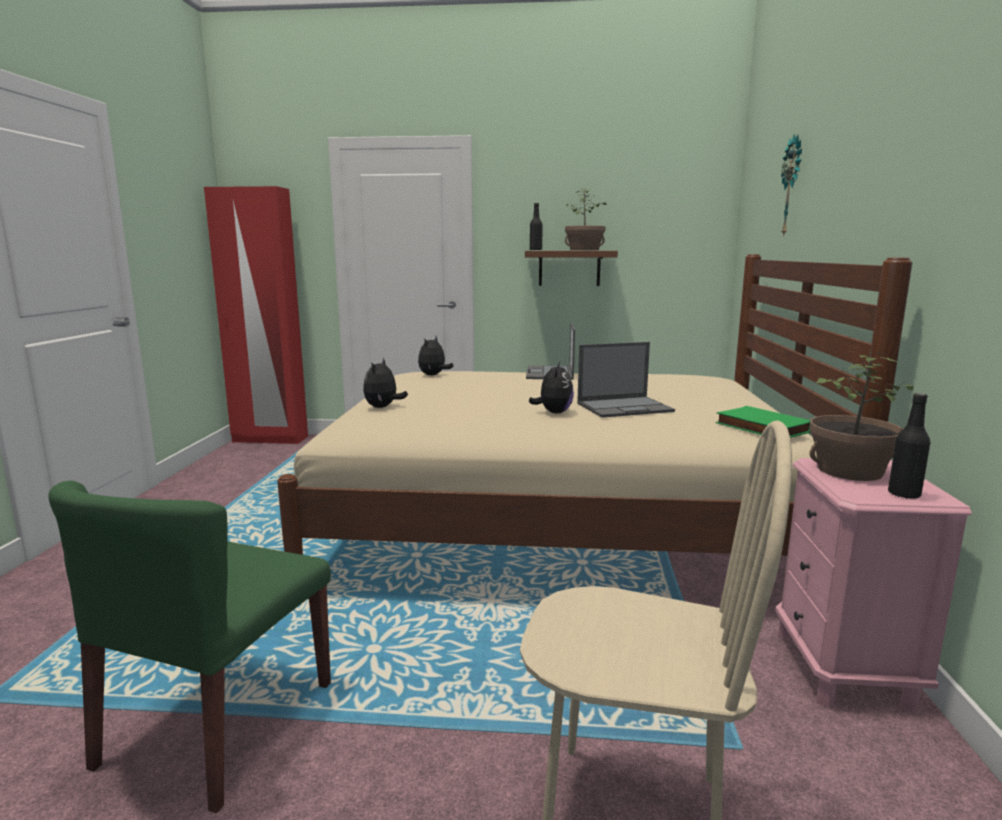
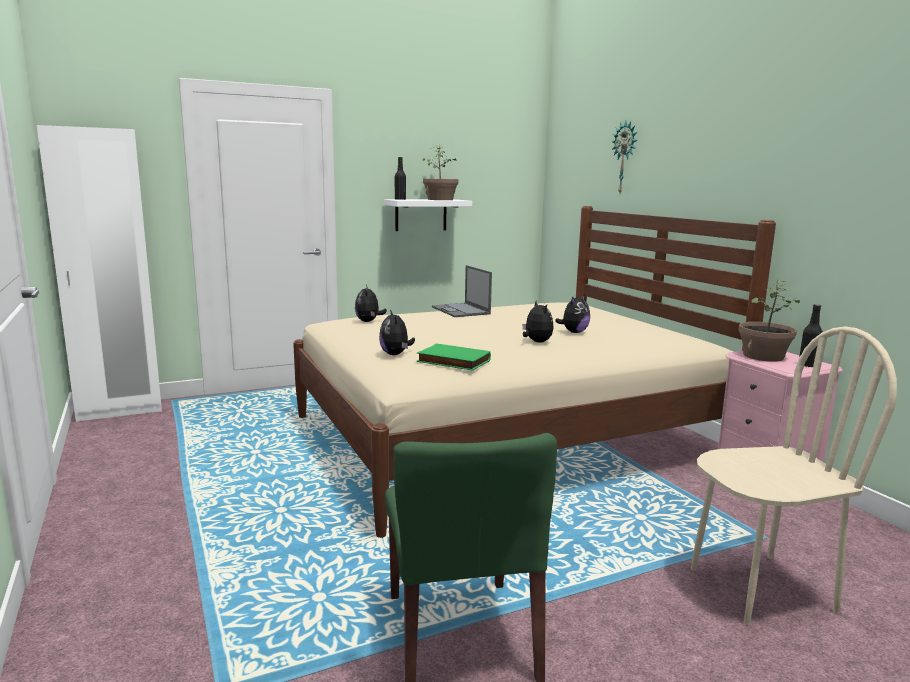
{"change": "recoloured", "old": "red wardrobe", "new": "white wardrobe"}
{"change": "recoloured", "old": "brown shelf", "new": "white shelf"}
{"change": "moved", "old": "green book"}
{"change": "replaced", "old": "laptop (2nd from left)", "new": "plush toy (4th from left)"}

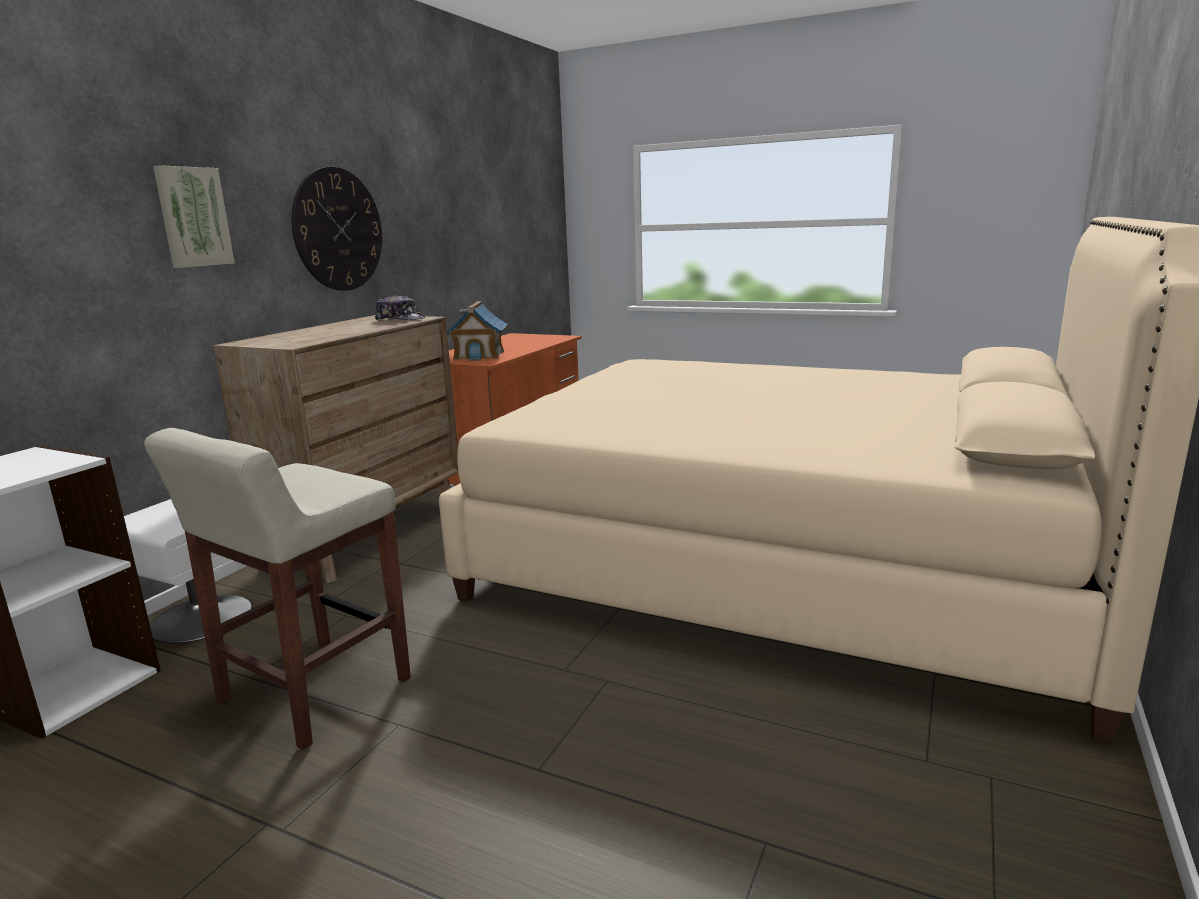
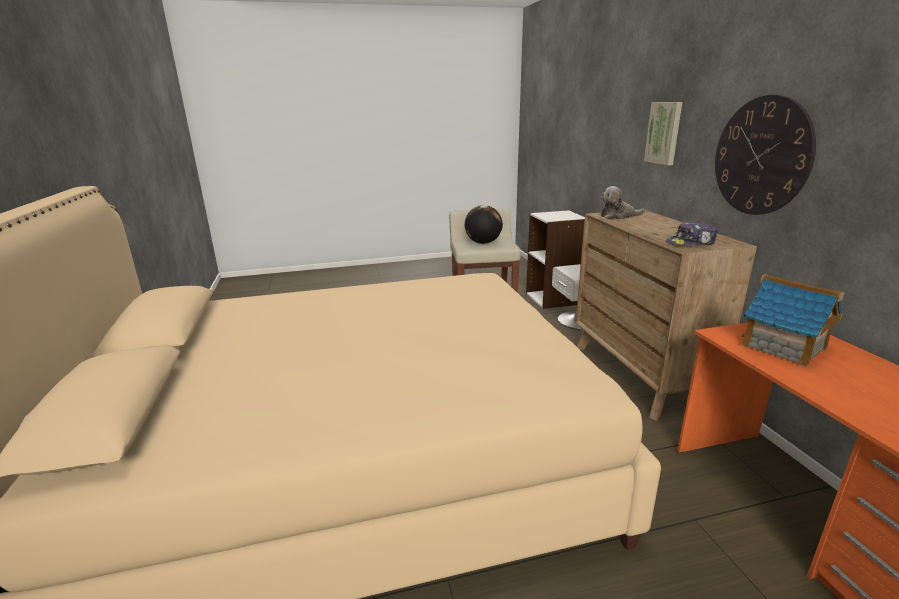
{"change": "added", "new": "globe"}
{"change": "added", "new": "plush toy"}

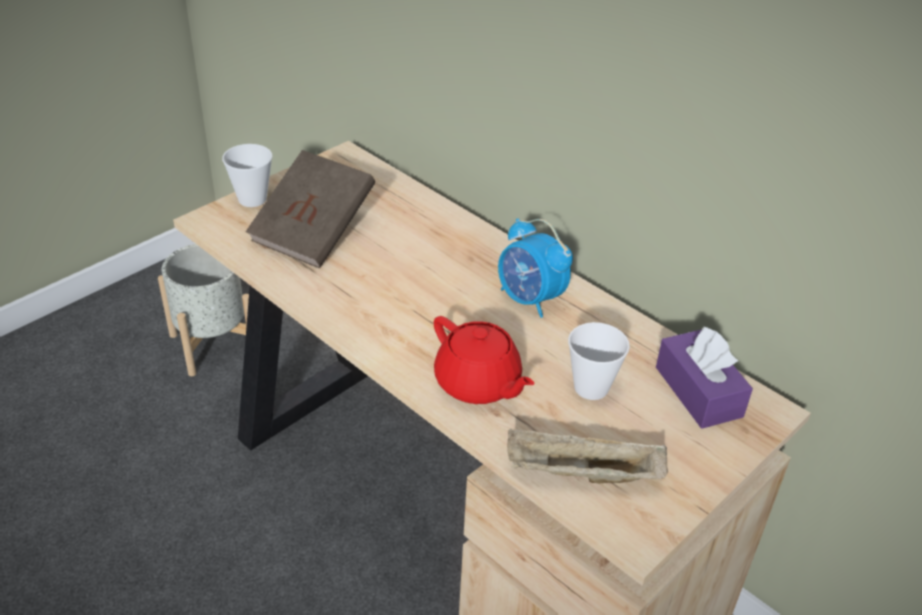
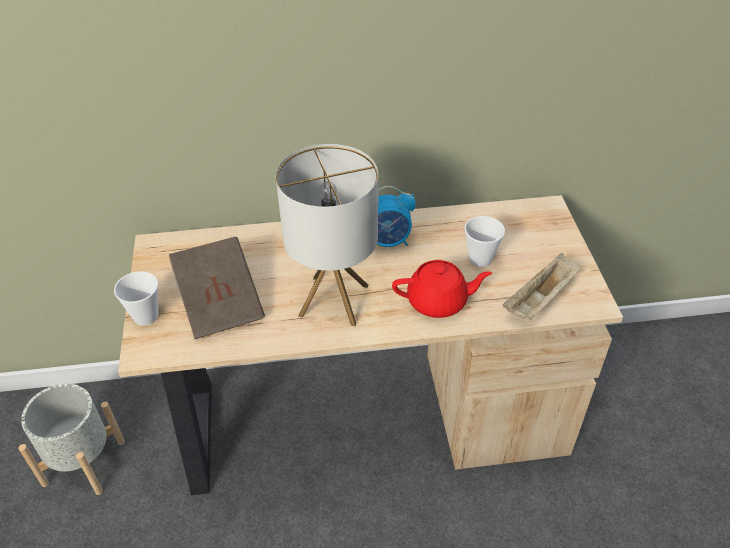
{"change": "added", "new": "table lamp"}
{"change": "removed", "old": "purple tissue box"}

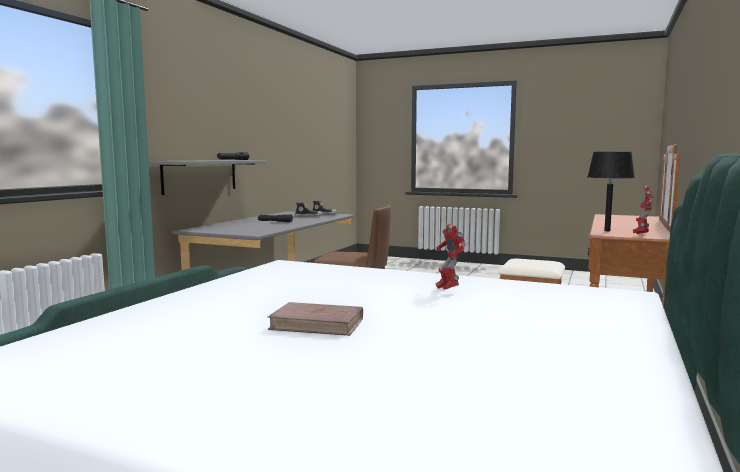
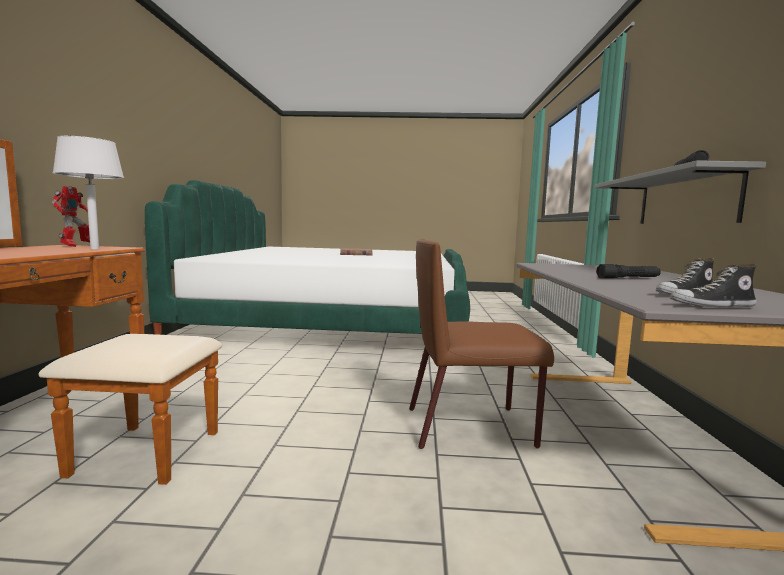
{"change": "recoloured", "old": "black table lamp", "new": "white table lamp"}
{"change": "removed", "old": "toy robot (1st from left)"}

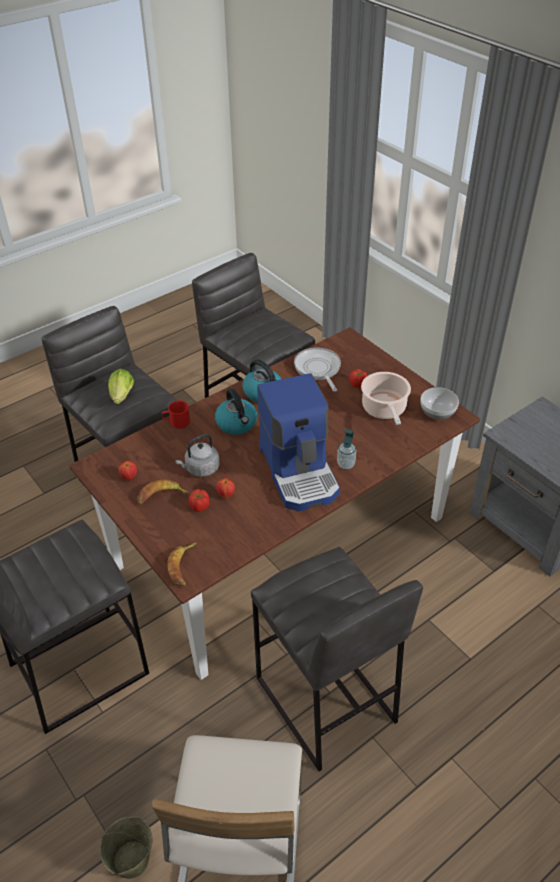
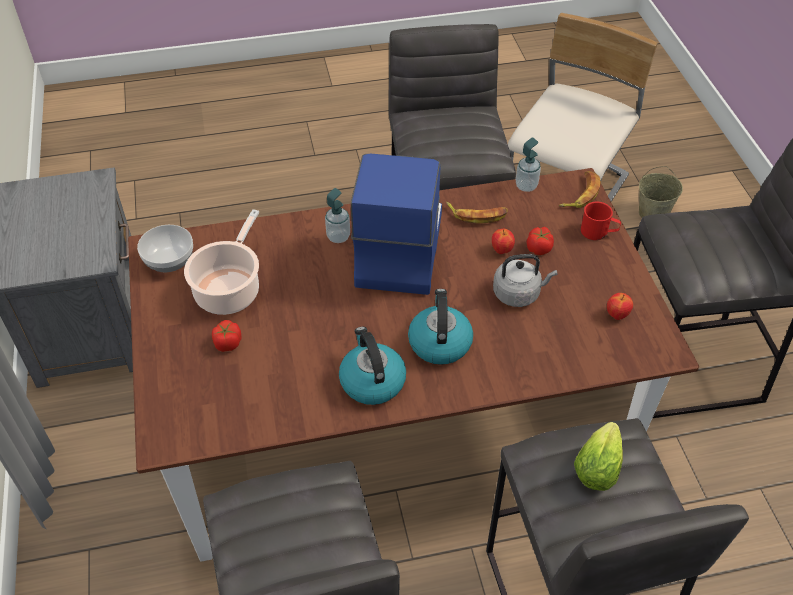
{"change": "moved", "old": "banana (1st from left)"}
{"change": "added", "new": "soap dispenser (2nd from left)"}
{"change": "moved", "old": "red mug"}
{"change": "removed", "old": "frying pan"}

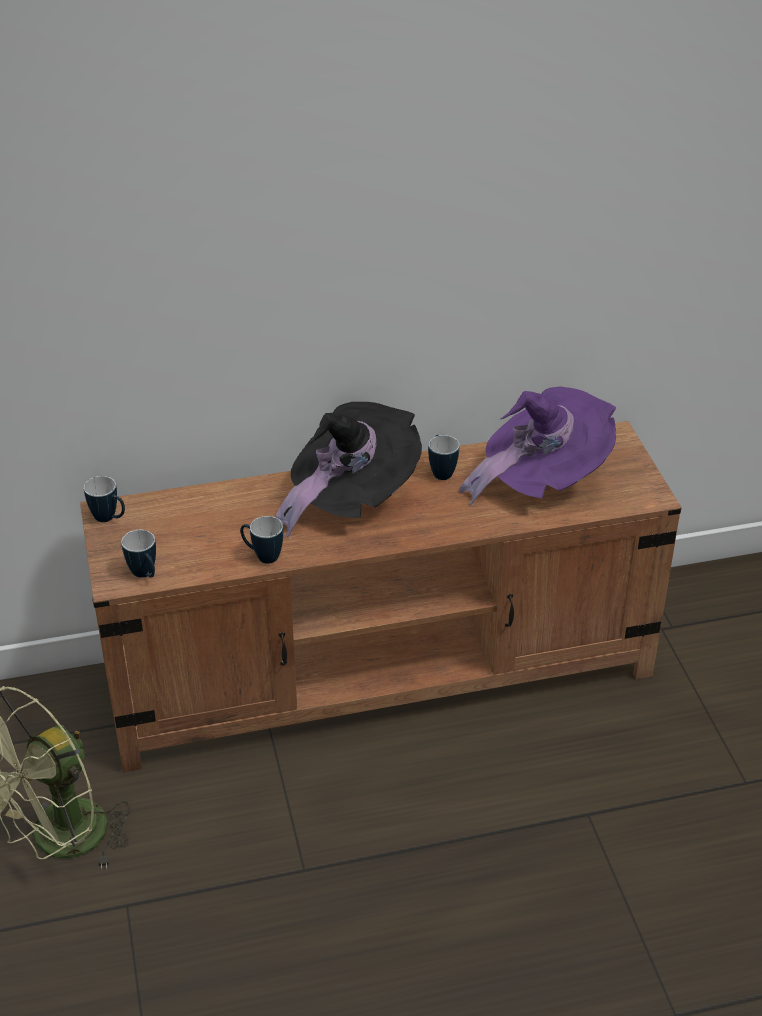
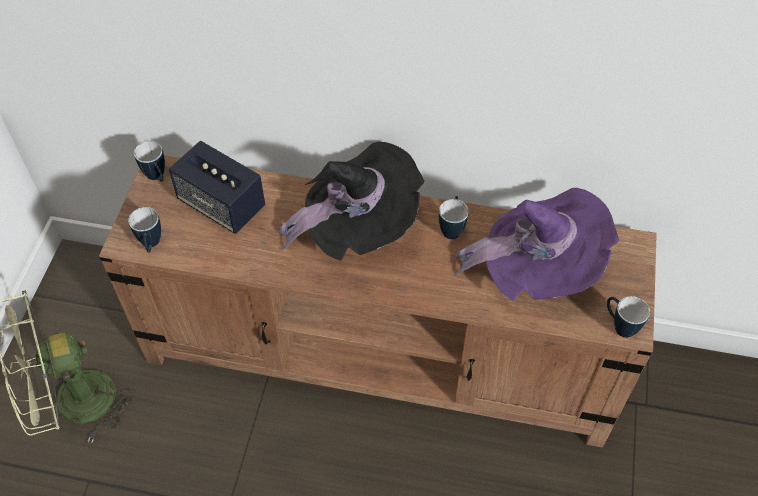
{"change": "added", "new": "speaker"}
{"change": "moved", "old": "mug (3rd from left in the first image)", "new": "mug (4th from left)"}

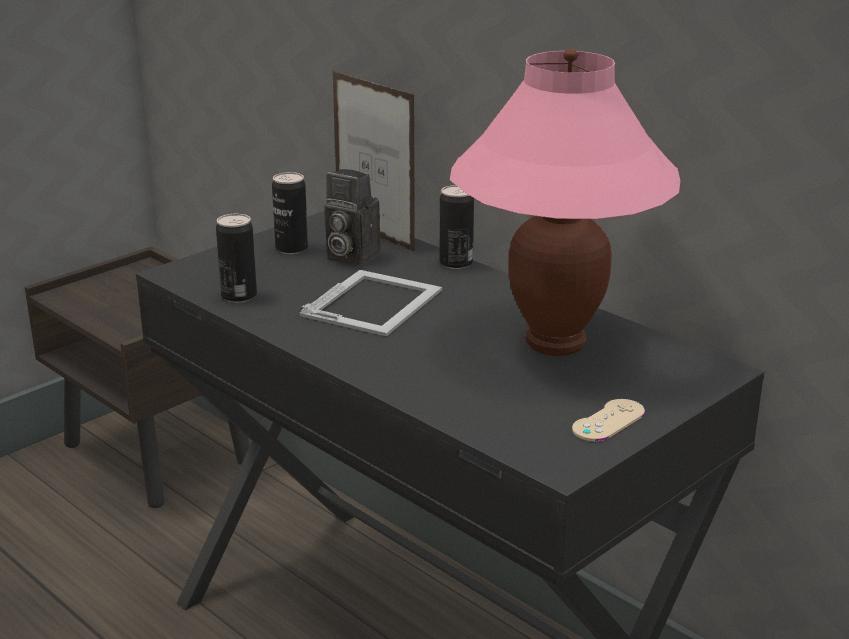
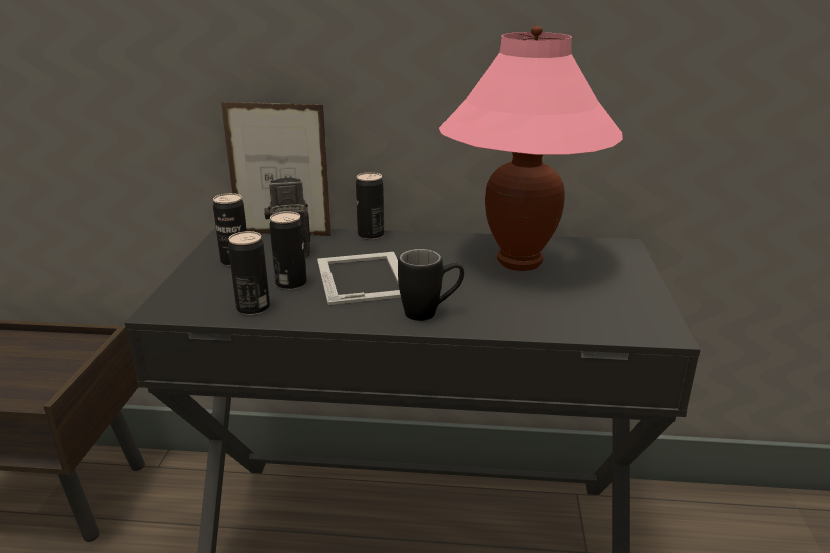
{"change": "added", "new": "can (3rd from left)"}
{"change": "added", "new": "black mug"}
{"change": "removed", "old": "beige game controller"}

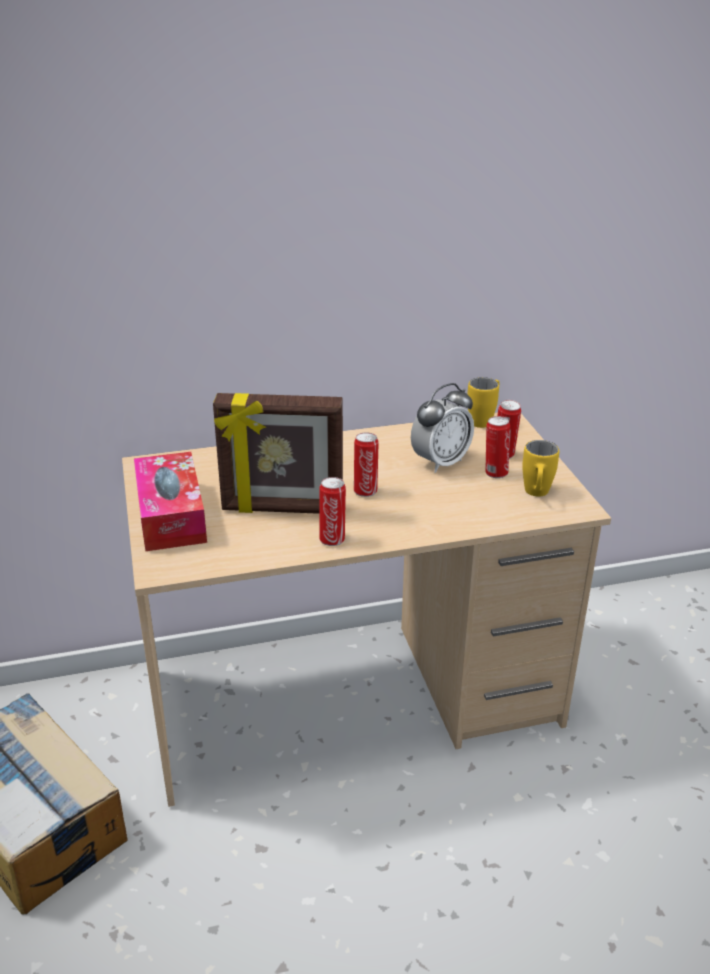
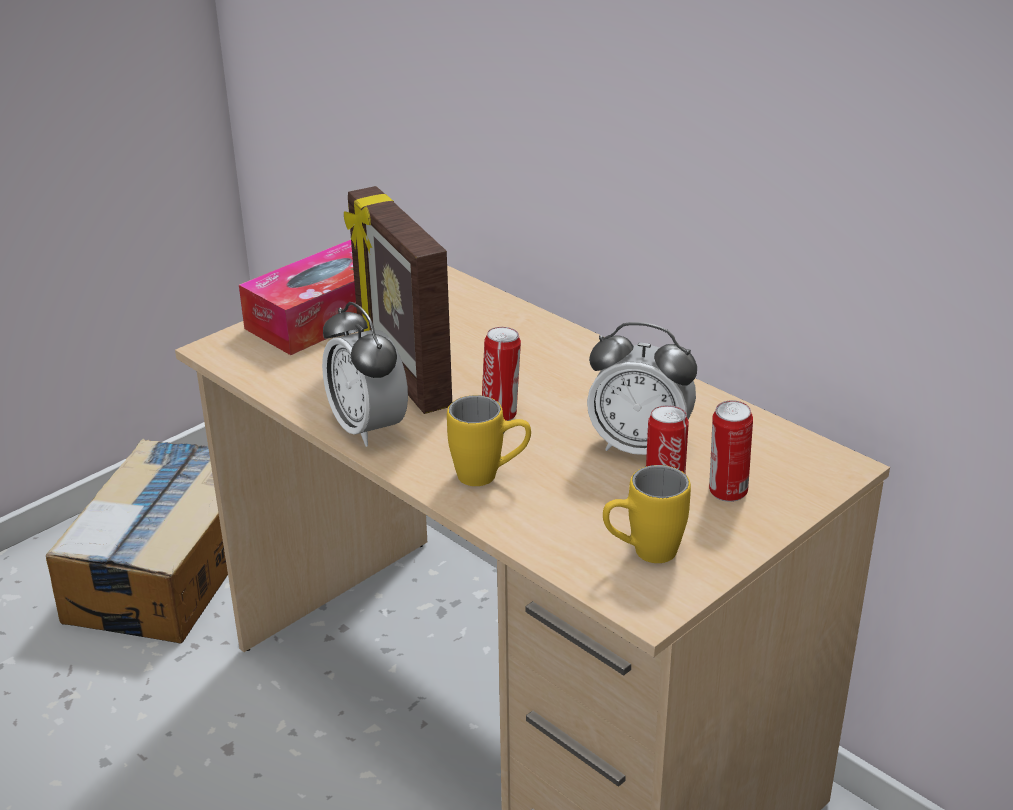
{"change": "replaced", "old": "can (1st from left)", "new": "alarm clock (1st from left)"}
{"change": "moved", "old": "yellow mug (1st from left)"}

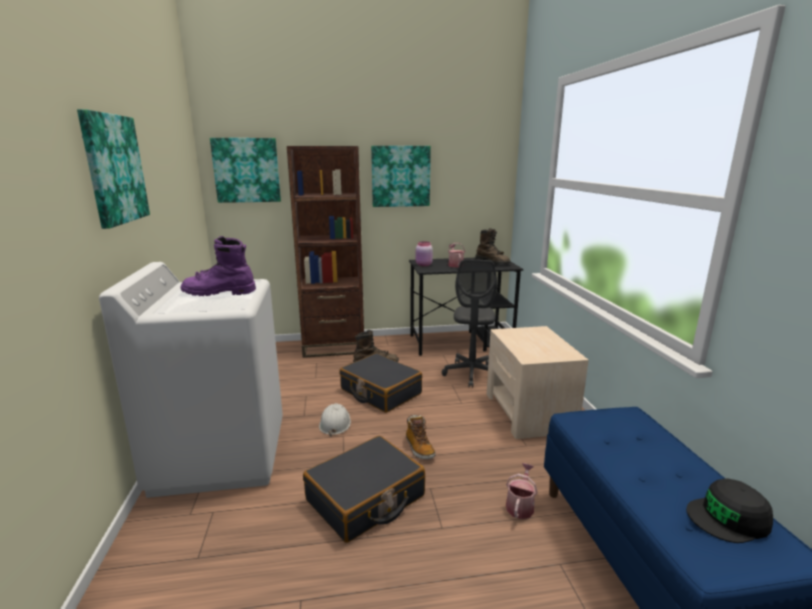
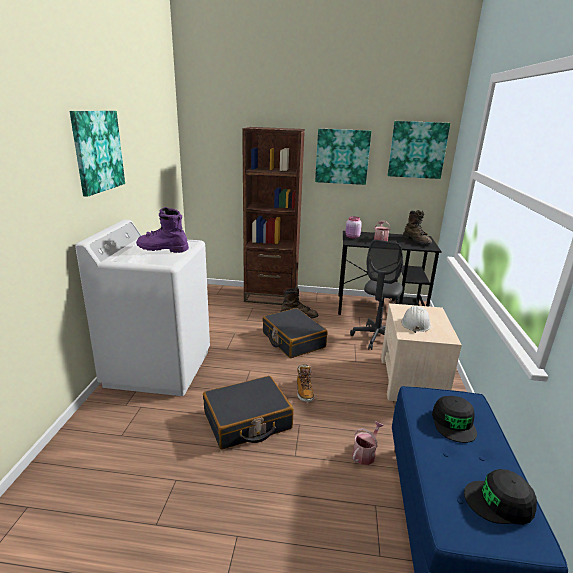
{"change": "moved", "old": "picture (2nd from left in the first image)", "new": "picture (3rd from left)"}
{"change": "moved", "old": "white hard hat"}
{"change": "added", "new": "black cap (1st from left)"}

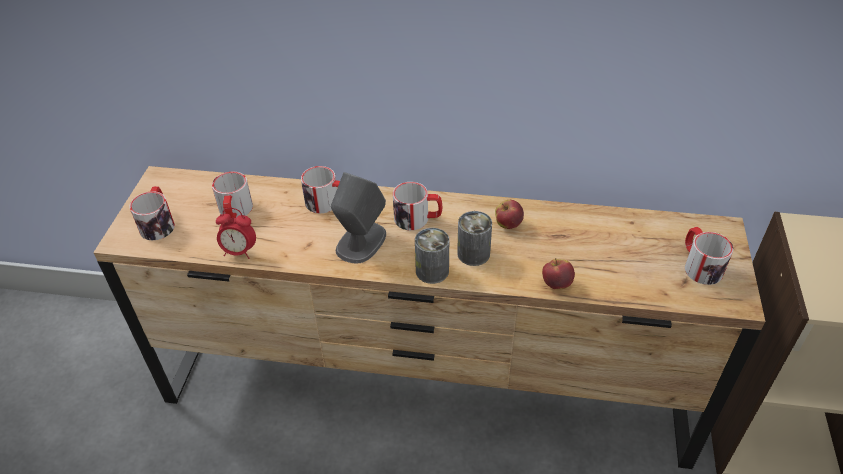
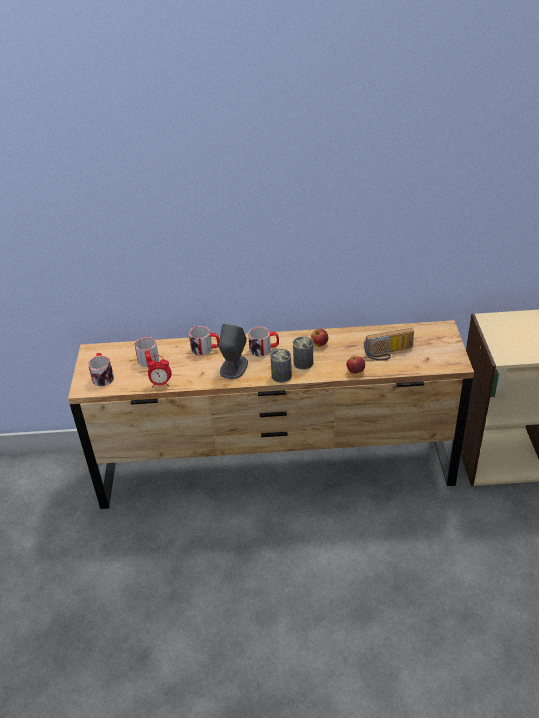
{"change": "added", "new": "radio"}
{"change": "removed", "old": "mug (5th from left)"}

